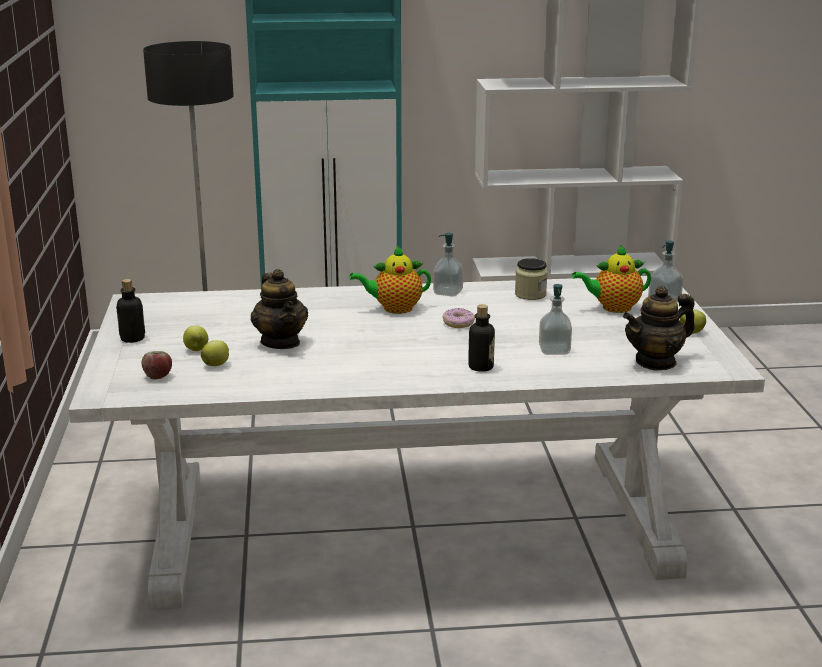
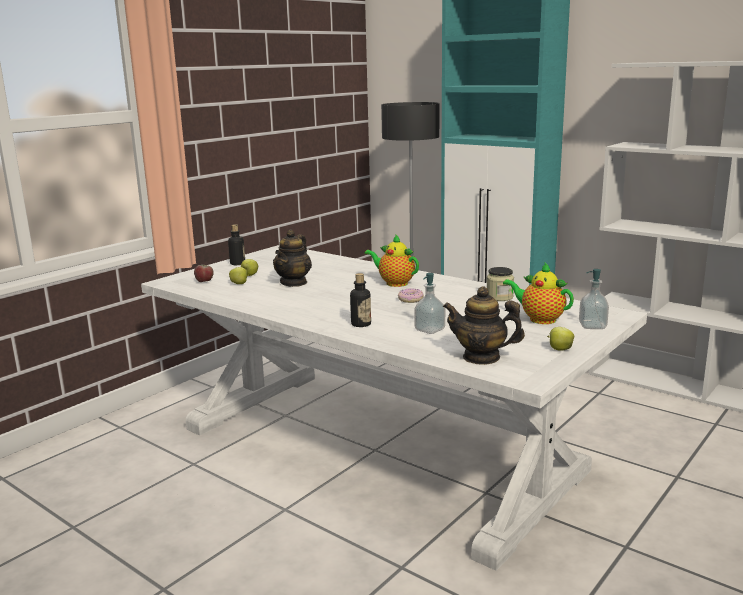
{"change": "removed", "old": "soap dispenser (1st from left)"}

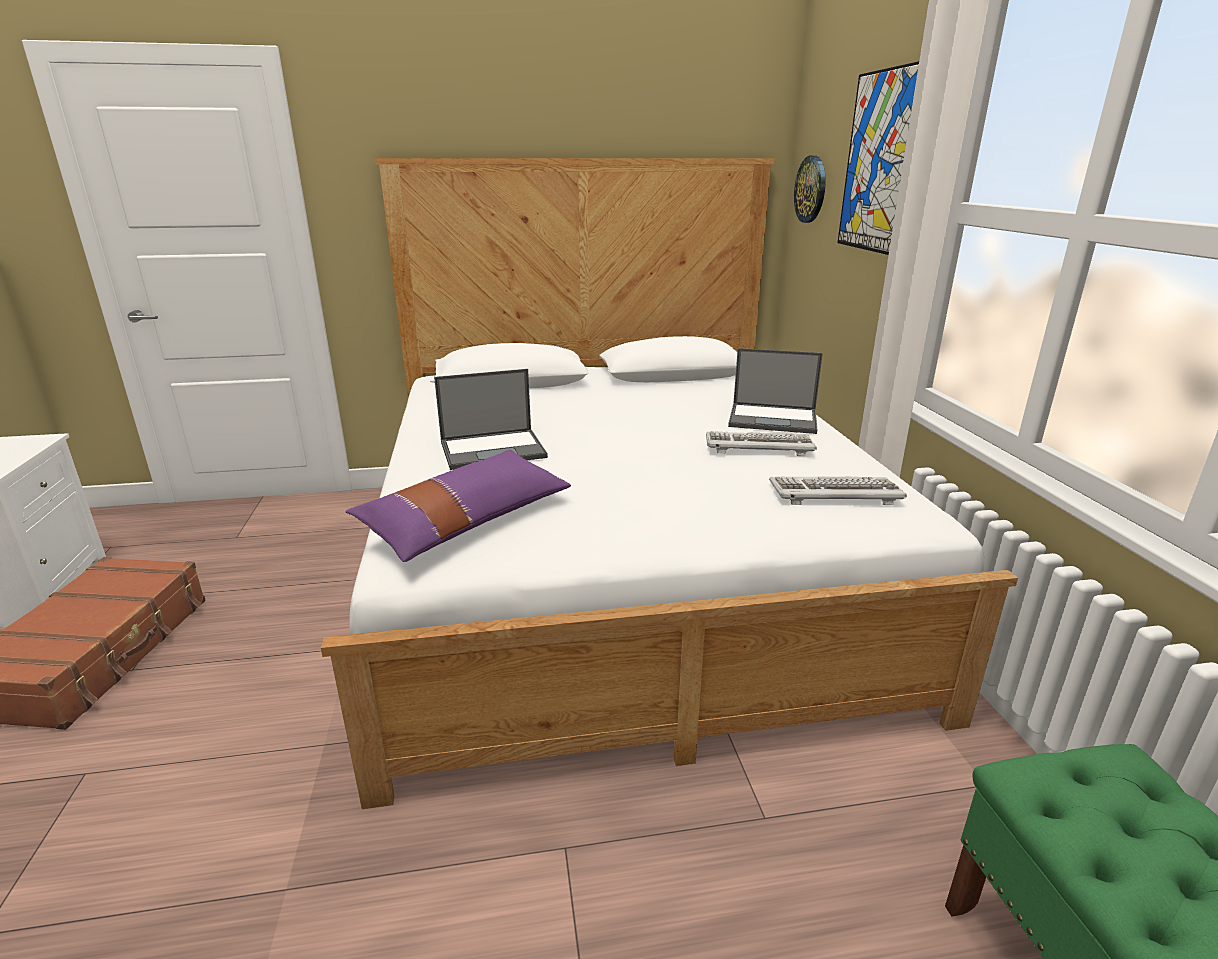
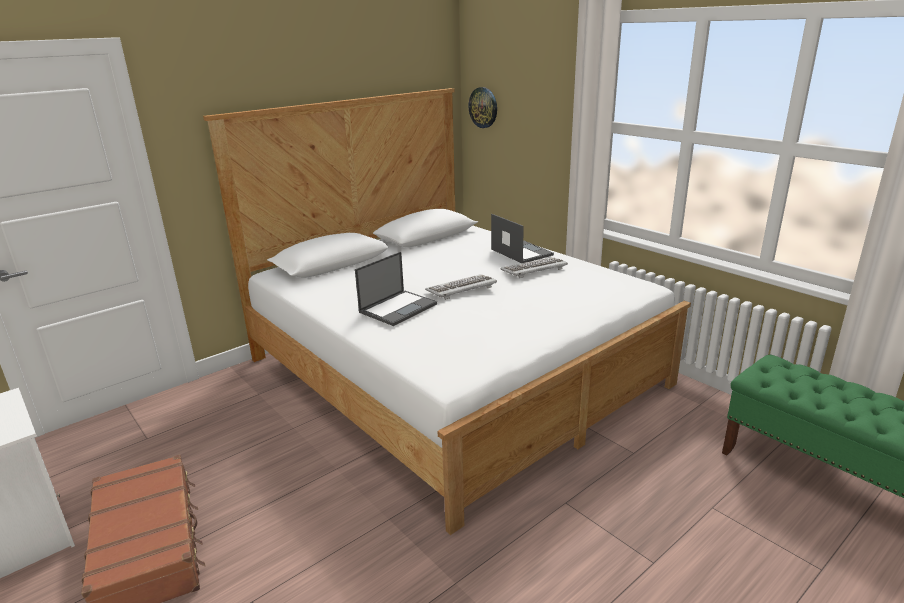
{"change": "moved", "old": "keyboard (2nd from left in the first image)", "new": "keyboard (1st from left)"}
{"change": "turned", "old": "laptop (2nd from left)", "degrees": -105}
{"change": "removed", "old": "purple pillow"}
{"change": "removed", "old": "picture"}

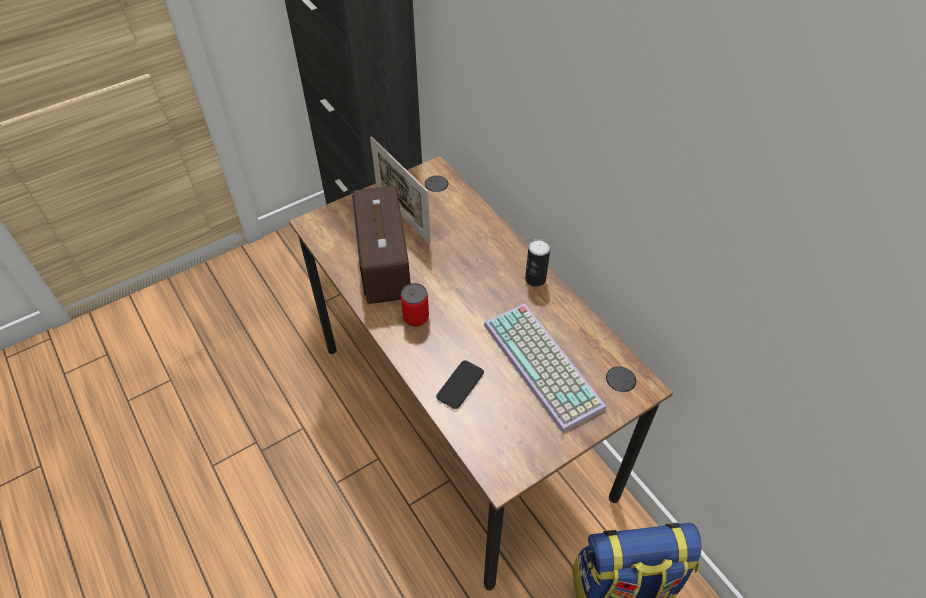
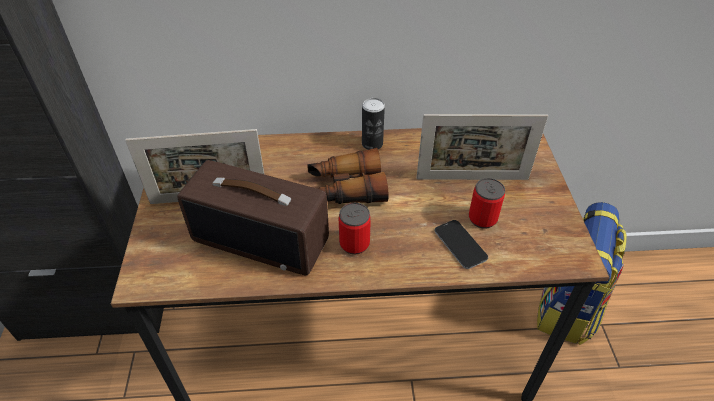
{"change": "added", "new": "binoculars"}
{"change": "replaced", "old": "keyboard", "new": "picture frame (2nd from left)"}
{"change": "added", "new": "can (3rd from left)"}

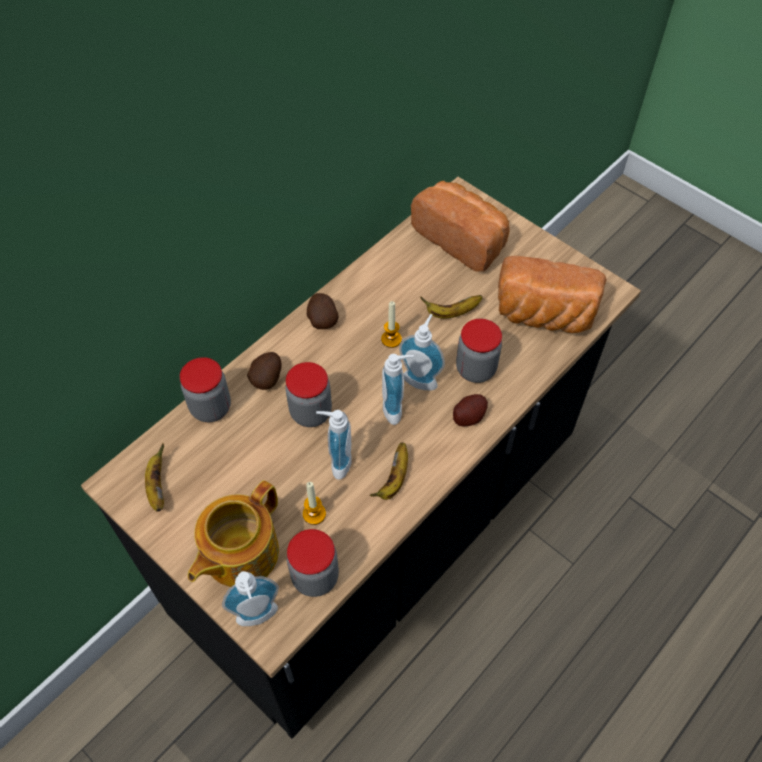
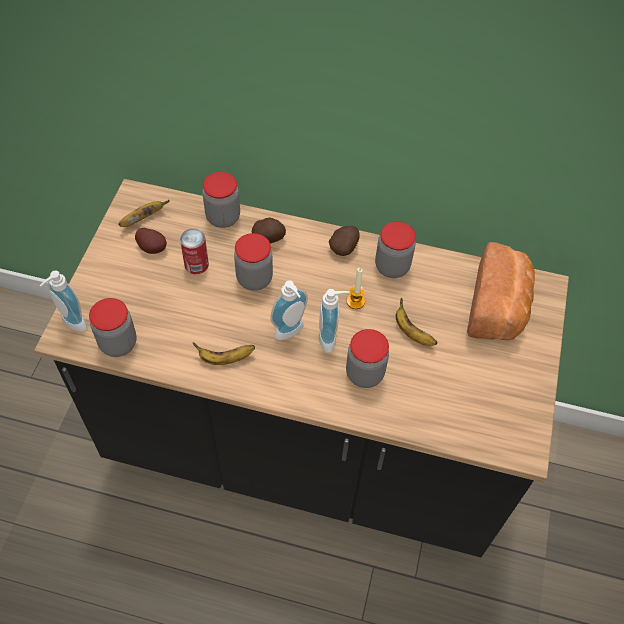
{"change": "moved", "old": "potato (3rd from left in the first image)", "new": "potato (1st from left)"}
{"change": "added", "new": "can"}
{"change": "added", "new": "jar (5th from left)"}
{"change": "removed", "old": "teapot"}
{"change": "removed", "old": "candle (1st from left)"}
{"change": "removed", "old": "soap dispenser (2nd from left)"}
{"change": "removed", "old": "bread (2nd from left)"}

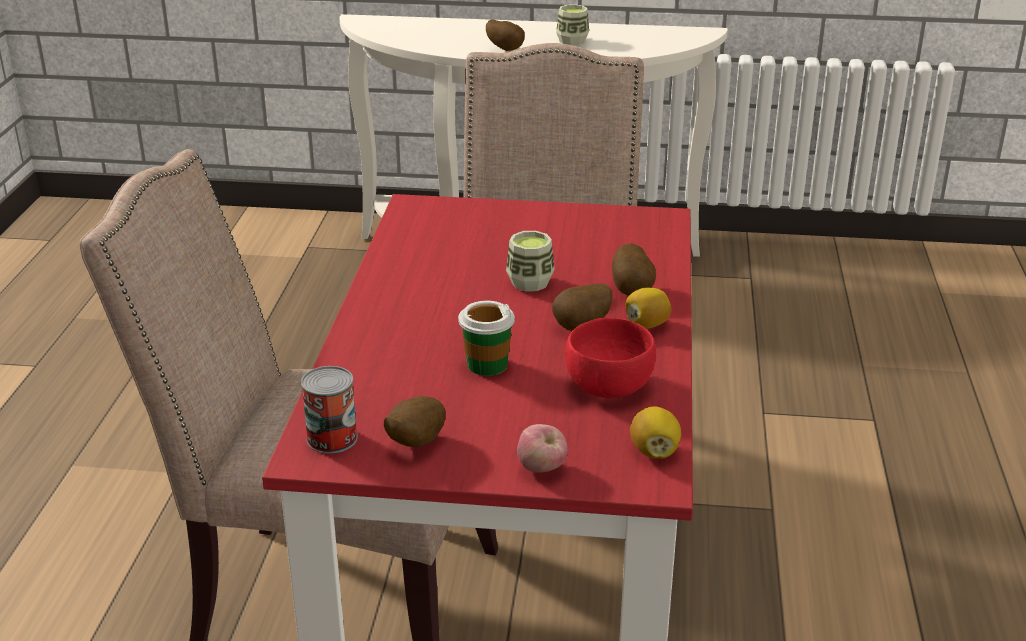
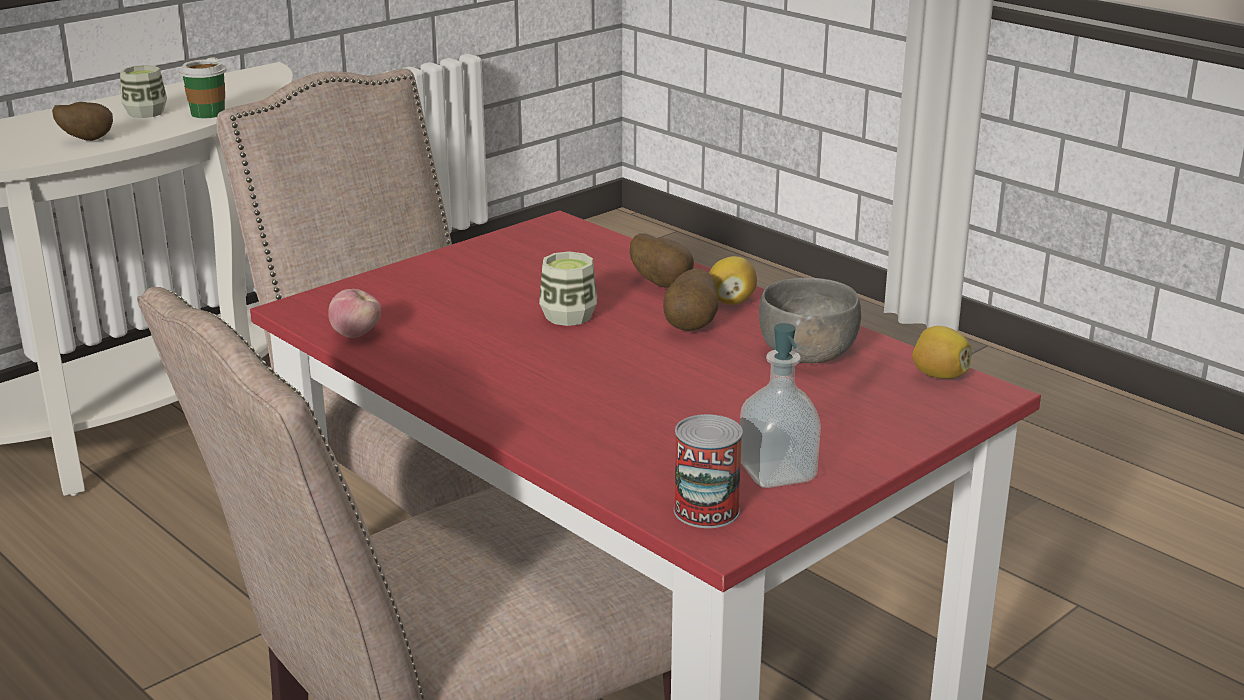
{"change": "moved", "old": "cup (1st from left in the first image)", "new": "cup (2nd from left)"}
{"change": "moved", "old": "apple"}
{"change": "replaced", "old": "potato (1st from left)", "new": "soap dispenser"}
{"change": "recoloured", "old": "red bowl", "new": "grey bowl"}

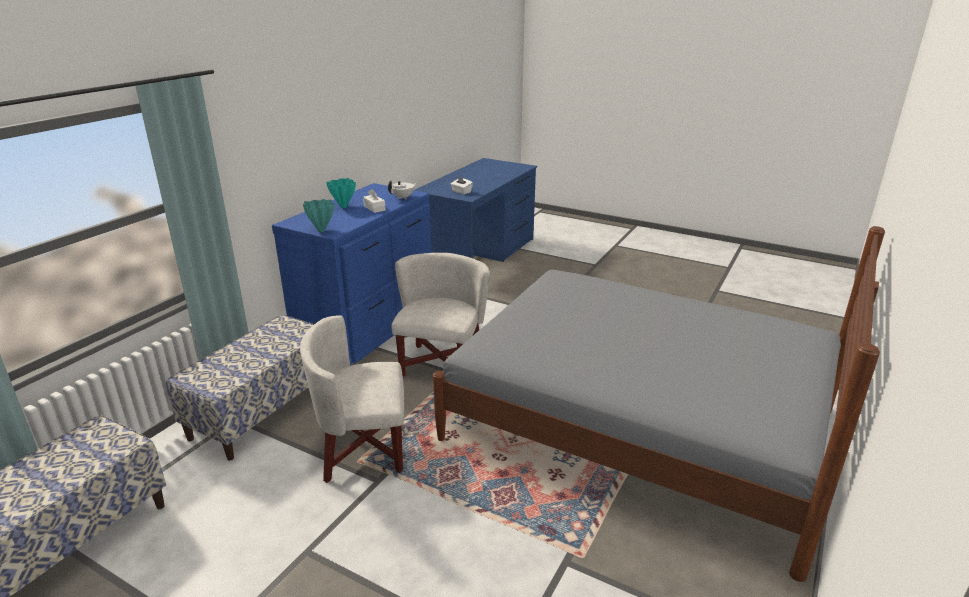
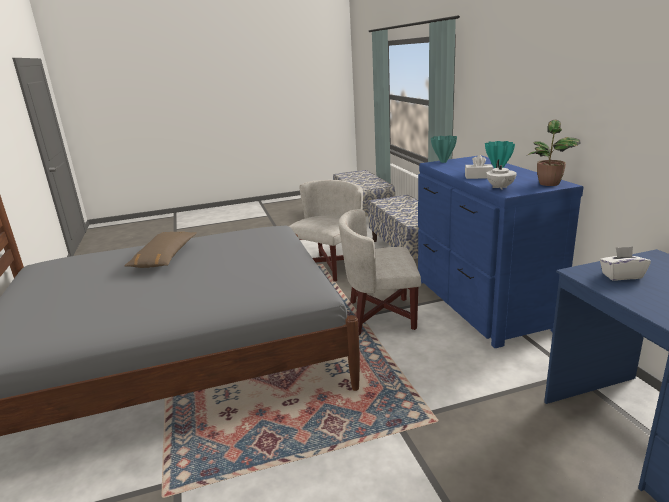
{"change": "added", "new": "brown pillow"}
{"change": "turned", "old": "white armchair (2nd from left)", "degrees": 120}
{"change": "added", "new": "potted plant"}

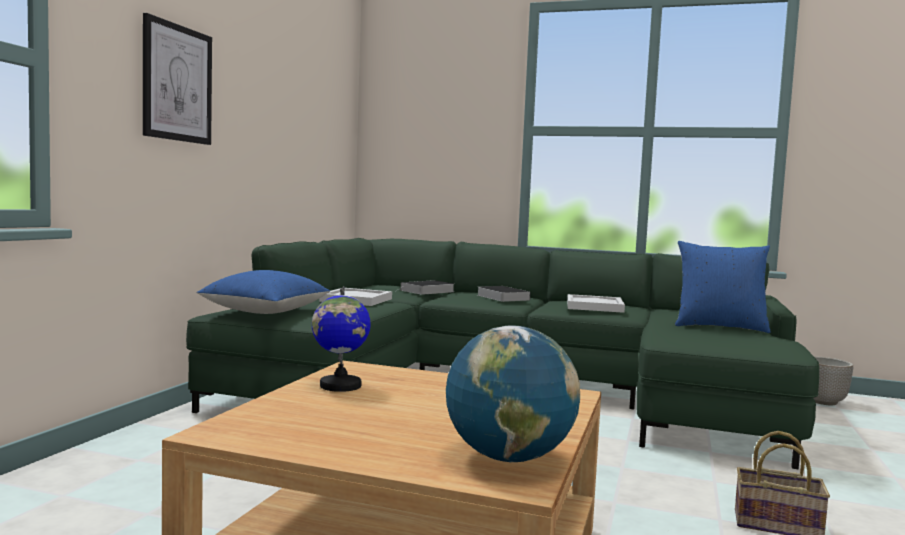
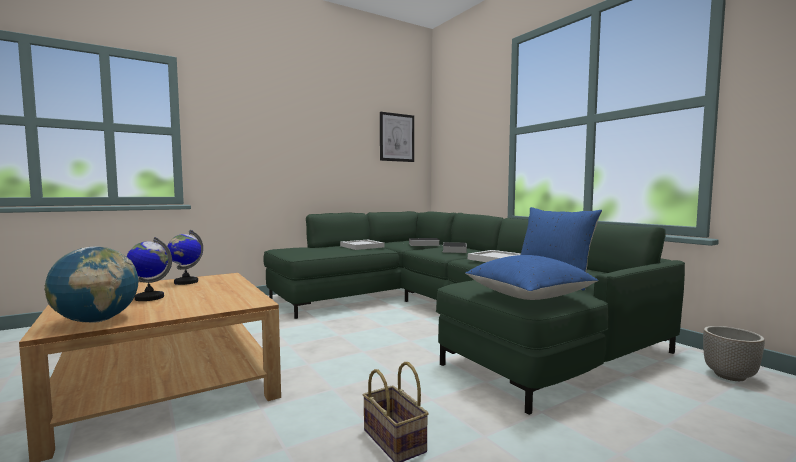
{"change": "added", "new": "globe (2nd from left)"}
{"change": "moved", "old": "picture"}
{"change": "moved", "old": "blue pillow (1st from left)"}

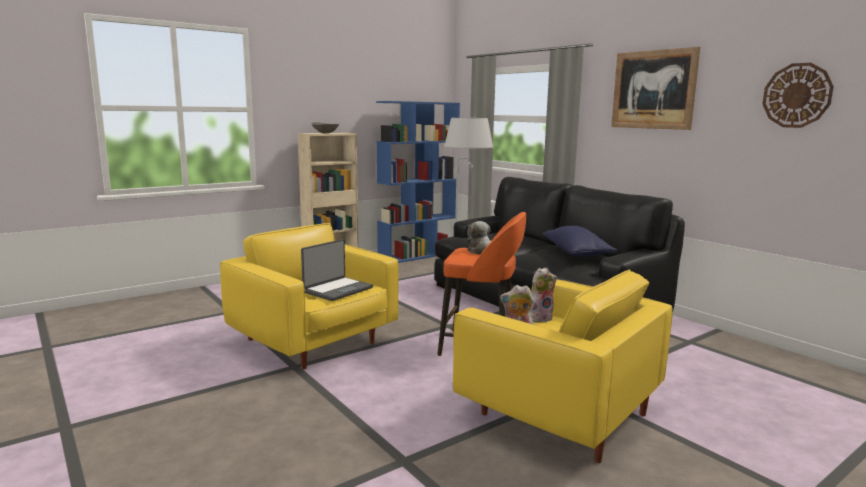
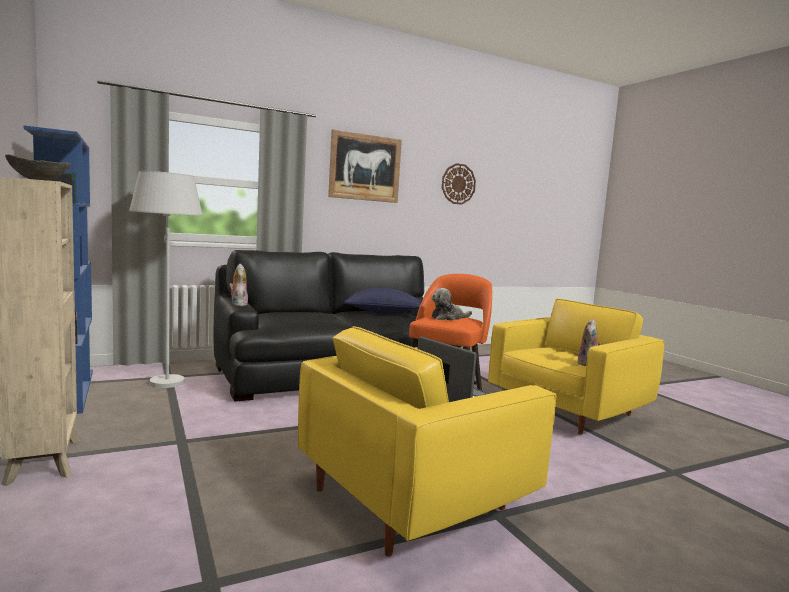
{"change": "moved", "old": "plush toy (3rd from left in the first image)", "new": "plush toy (1st from left)"}

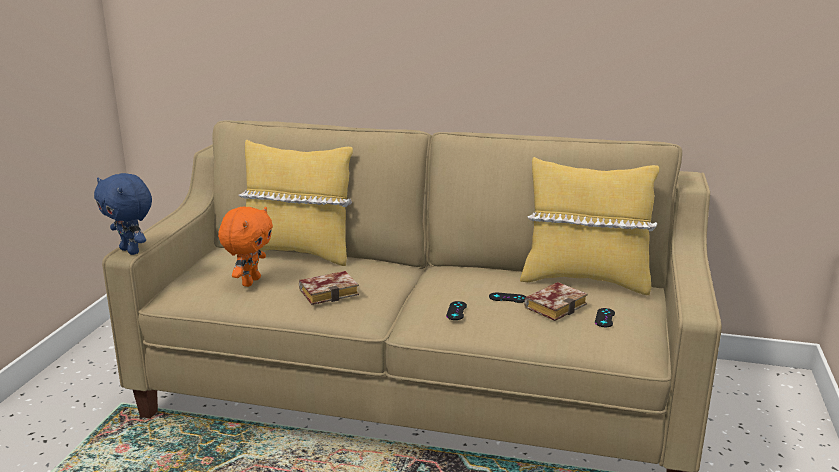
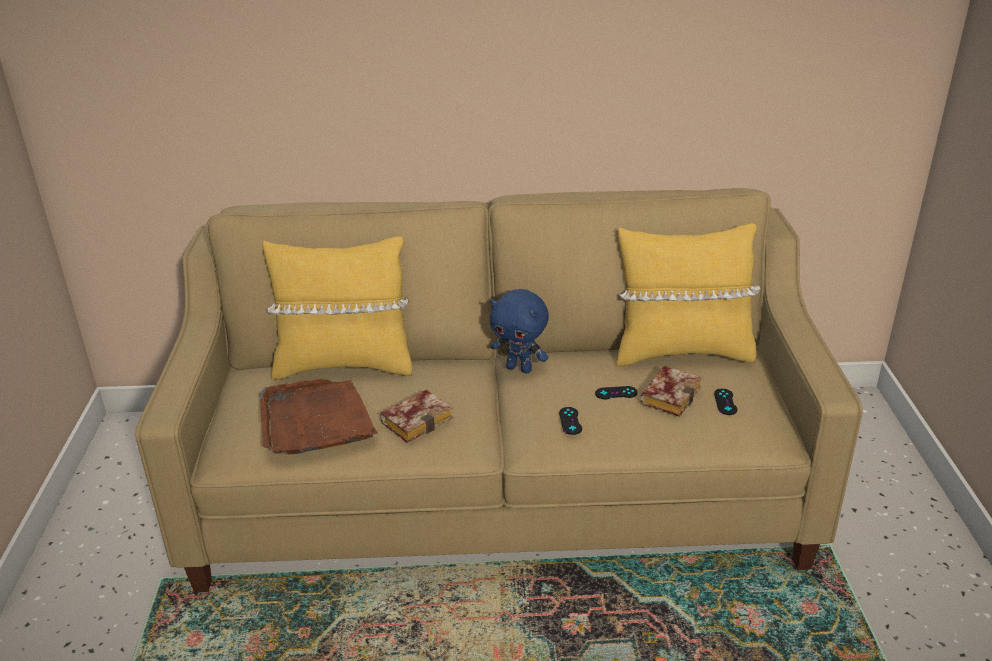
{"change": "replaced", "old": "orange plush toy", "new": "brown tray"}
{"change": "moved", "old": "blue plush toy"}

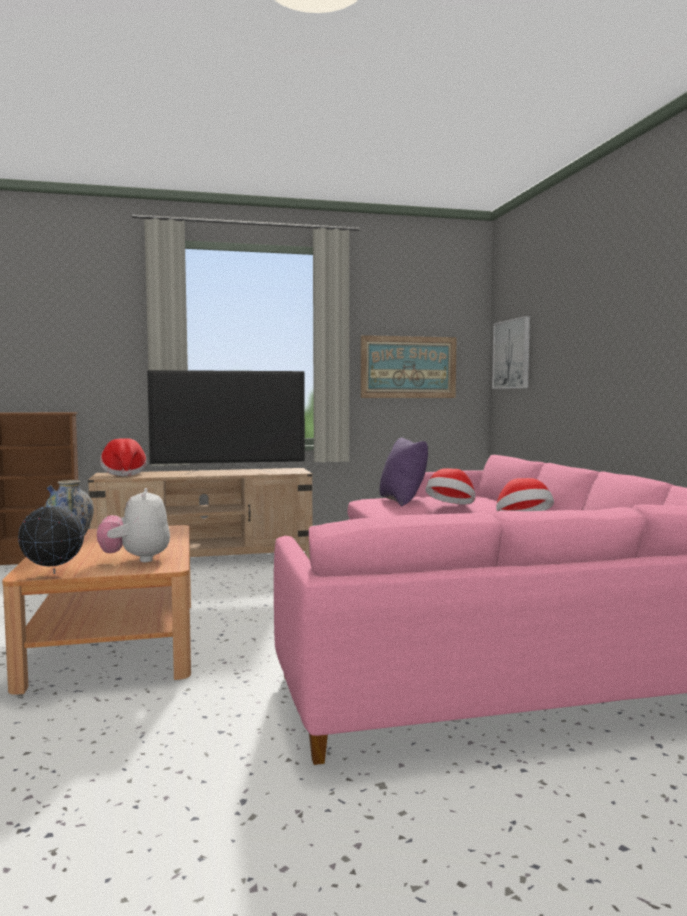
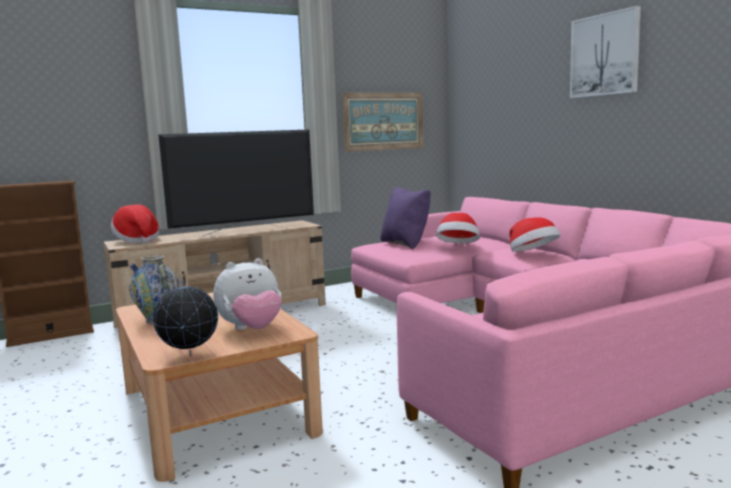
{"change": "turned", "old": "plush toy", "degrees": -90}
{"change": "moved", "old": "picture (2nd from left)"}

